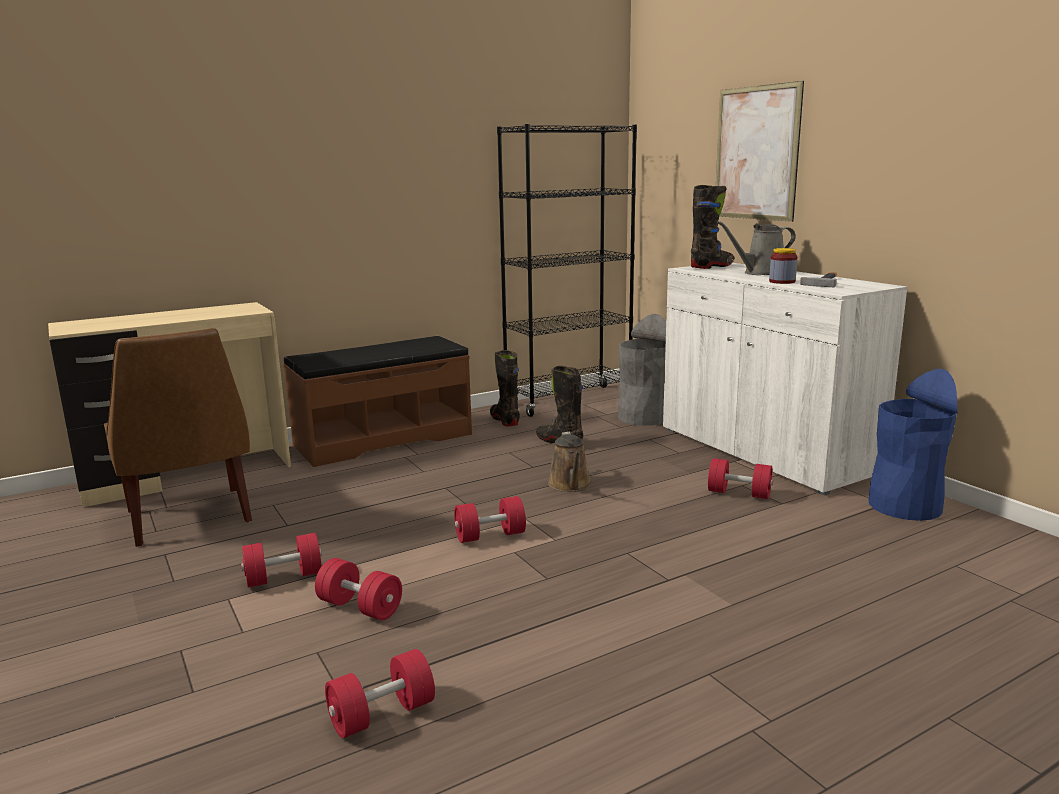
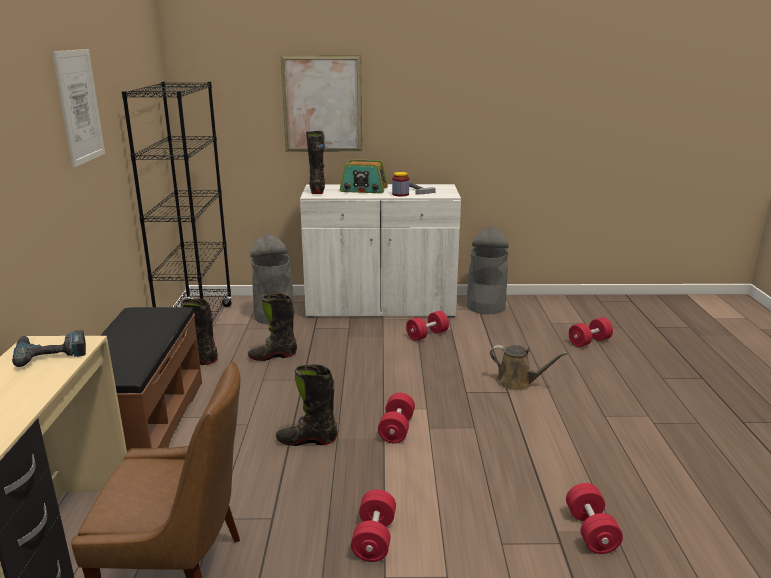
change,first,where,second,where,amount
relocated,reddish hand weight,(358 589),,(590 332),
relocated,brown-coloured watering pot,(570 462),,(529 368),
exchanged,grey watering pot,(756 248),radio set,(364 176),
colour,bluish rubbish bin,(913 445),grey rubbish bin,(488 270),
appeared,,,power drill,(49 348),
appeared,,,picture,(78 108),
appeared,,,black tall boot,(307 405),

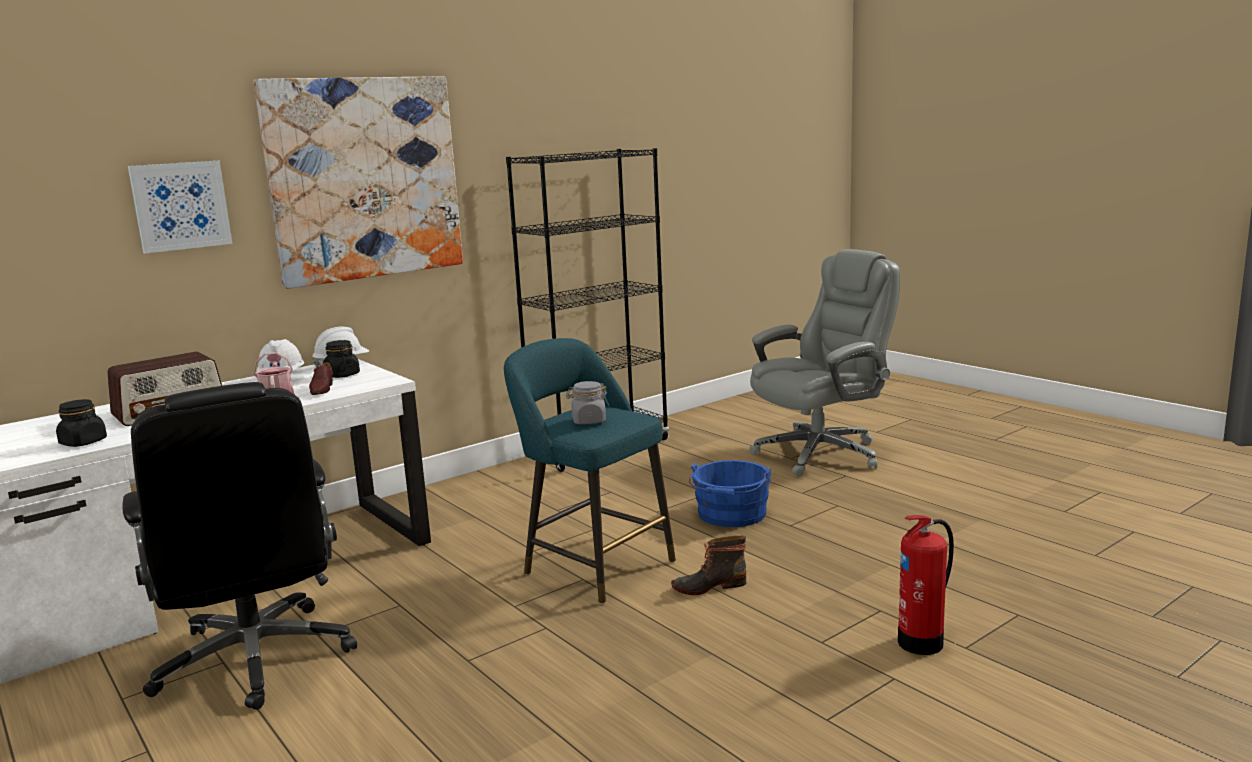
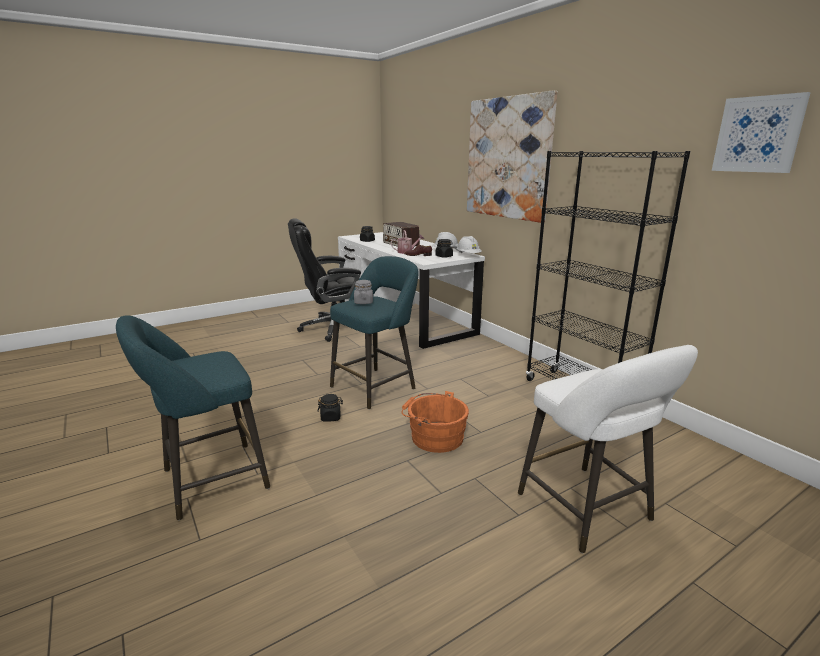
change,first,where,second,where,amount
relocated,picture,(180 207),,(761 132),
exchanged,tall boot,(708 565),black jar,(330 408),
colour,bluish water bucket,(730 493),orange water bucket,(435 422),
exchanged,grey computer chair,(824 363),white-coloured stool seat,(608 449),
exchanged,extinguisher,(926 585),blue-green stool seat,(193 417),

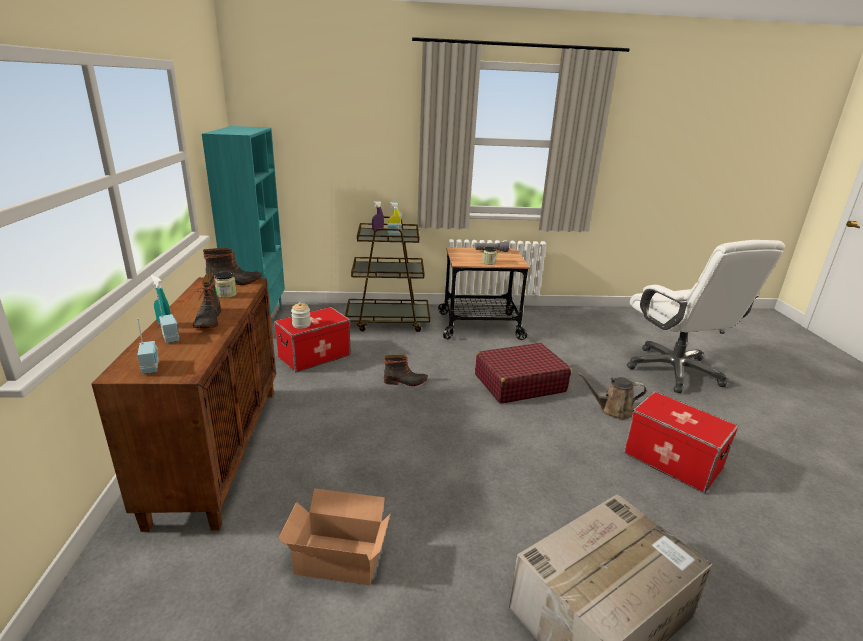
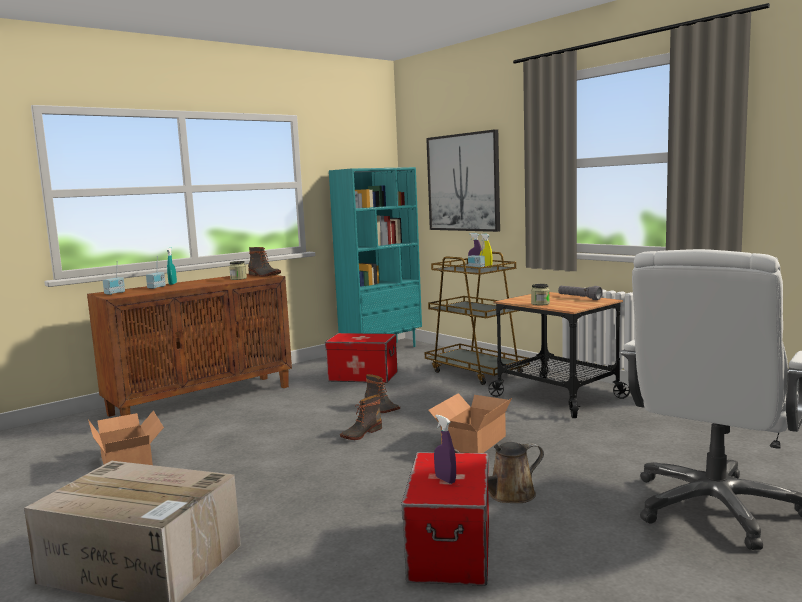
change,first,where,second,where,amount
relocated,tall boot,(207 300),,(361 417),
missing,jar,(301 315),,,
exchanged,reddish travel case,(523 373),carton,(470 423),
spun,brown-coloured watering pot,(612 396),,(499 472),75 degrees counterclockwise
appeared,,,picture,(463 180),
appeared,,,purple sprayer,(445 449),

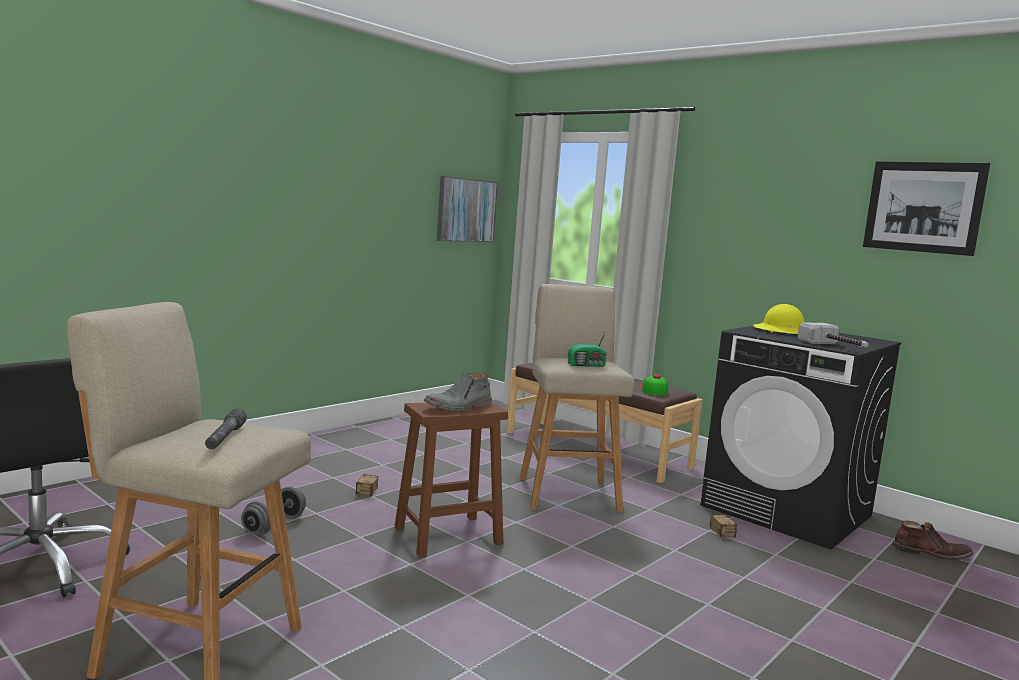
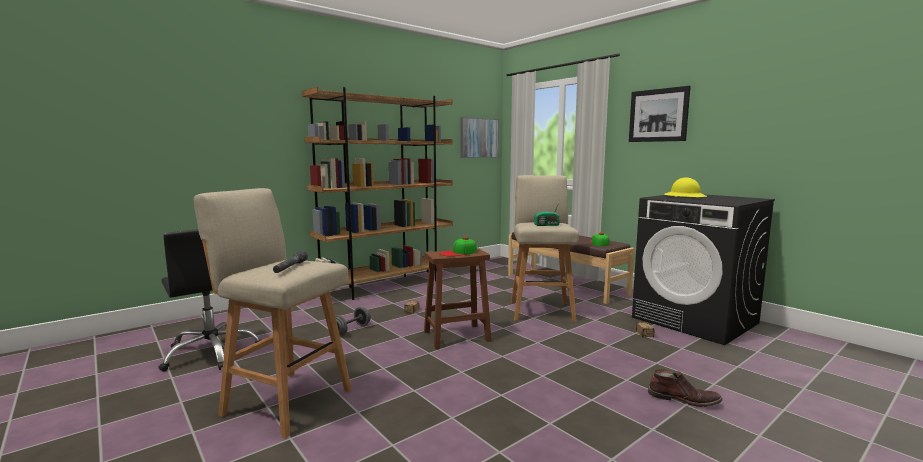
change,first,where,second,where,amount
exchanged,grey tall boot,(458 391),peaked cap,(458 246),
missing,hand hammer,(833 335),,,
relocated,picture,(926 208),,(660 114),
relocated,brown-coloured tall boot,(933 540),,(685 388),
appeared,,,brown-coloured bookshelf,(377 193),

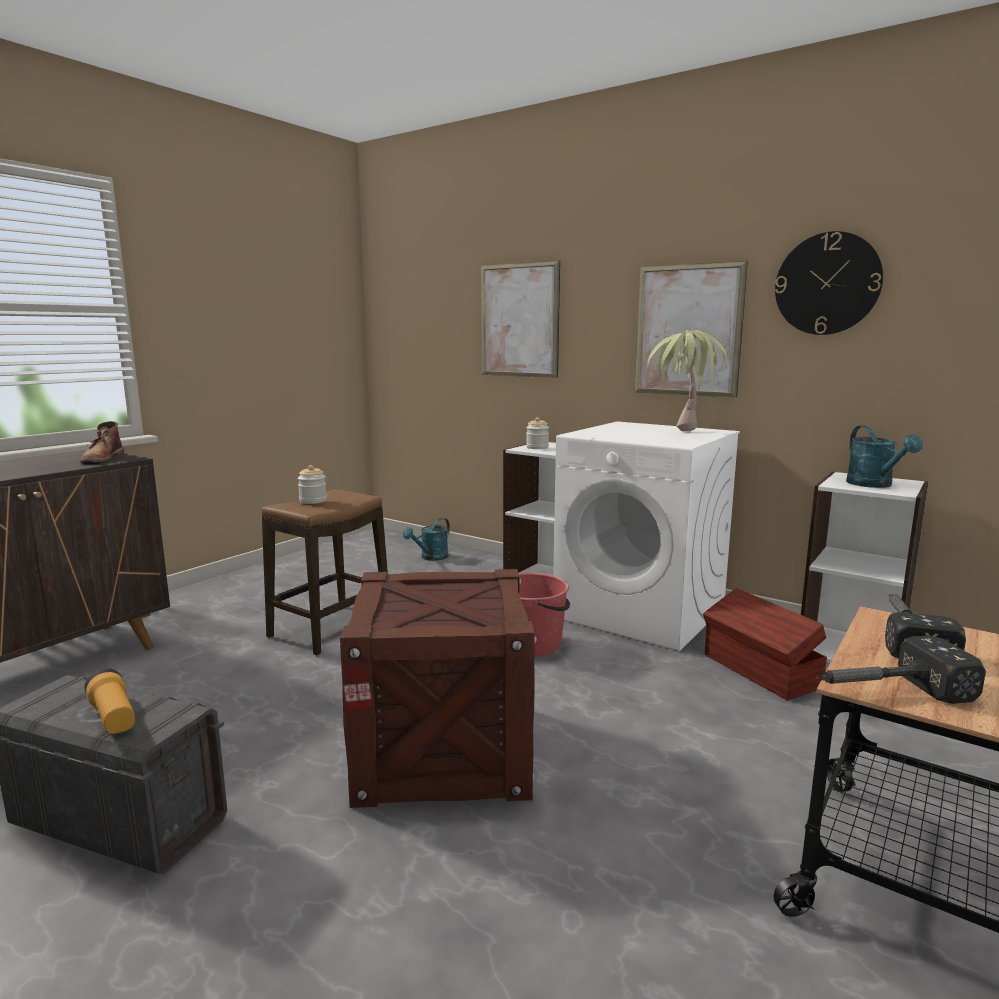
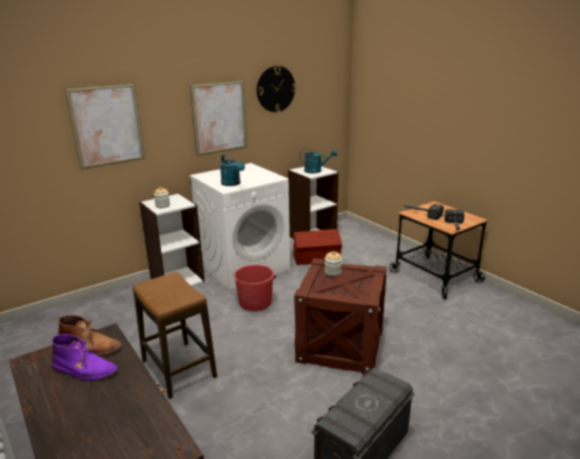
change,first,where,second,where,amount
missing,torch,(109 701),,,
relocated,jar,(312 484),,(333 263),
relocated,blue-green watering pot,(426 539),,(232 170),
missing,houseplant,(687 380),,,
appeared,,,purple tall boot,(85 357),

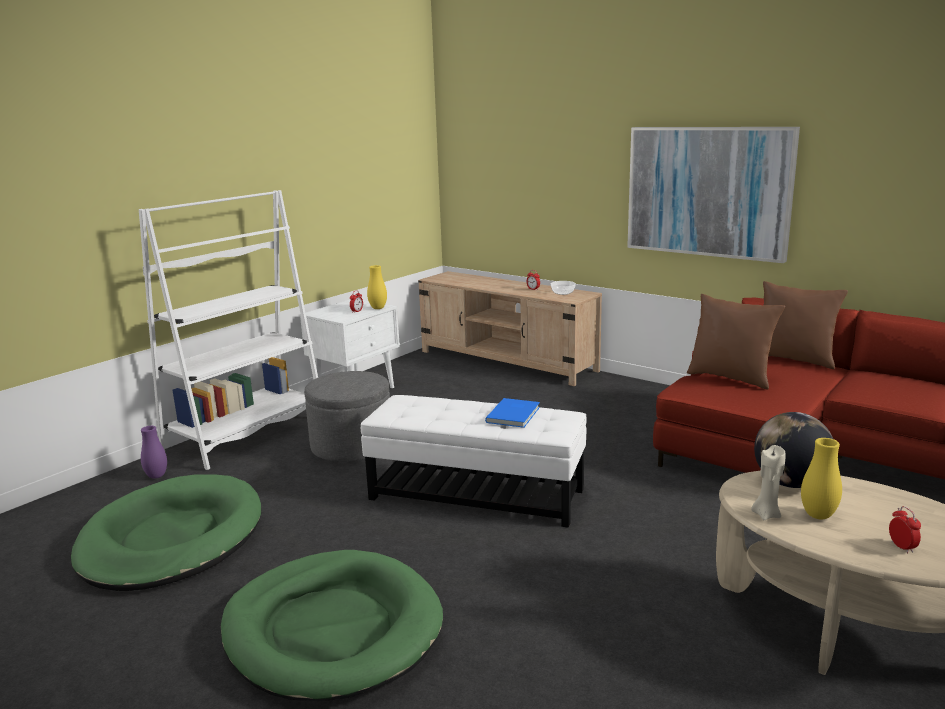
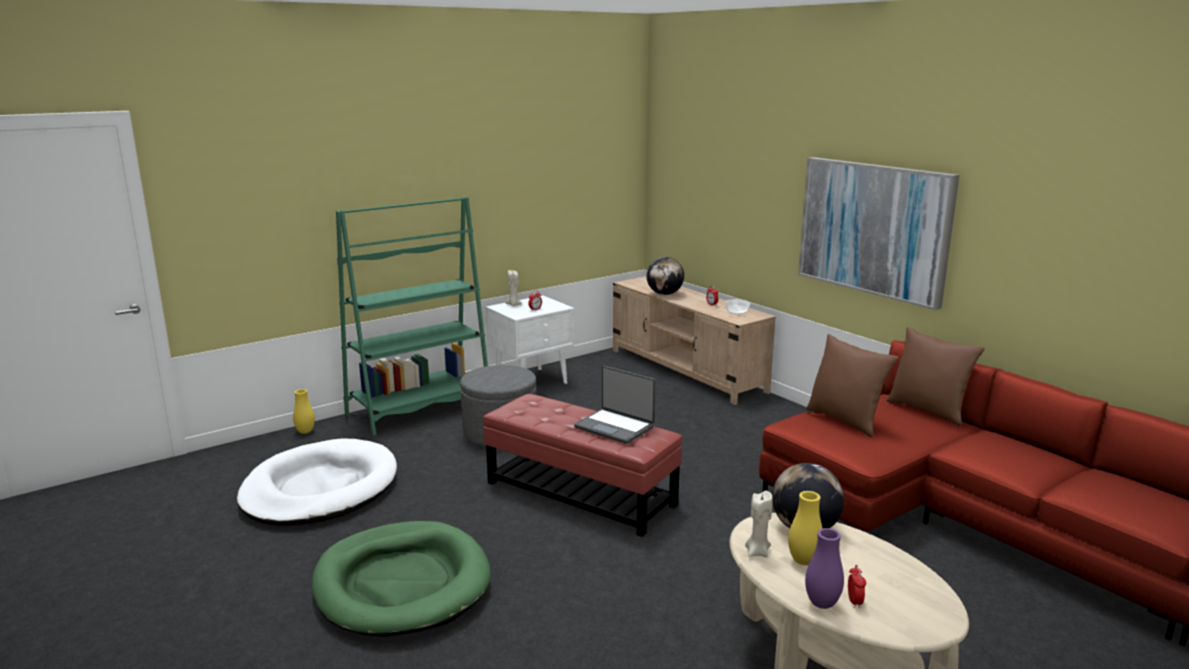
change,first,where,second,where,amount
colour,green-coloured pet bed,(166 532),white-coloured pet bed,(317 482),
colour,white-coloured bookshelf,(228 330),green-coloured bookshelf,(412 316),
relocated,purple vase,(154 452),,(824 568),
colour,white-coloured pouffe,(474 461),reddish pouffe,(582 465),
relocated,yellow vase,(377 287),,(304 411),
exchanged,bluish bound book,(512 413),portable computer,(615 405),
appeared,,,sand-coloured wax candle,(513 288),
appeared,,,world globe,(665 276),

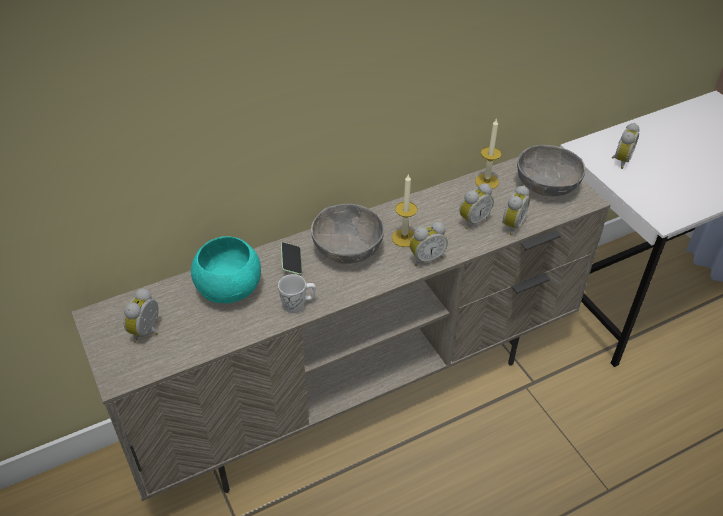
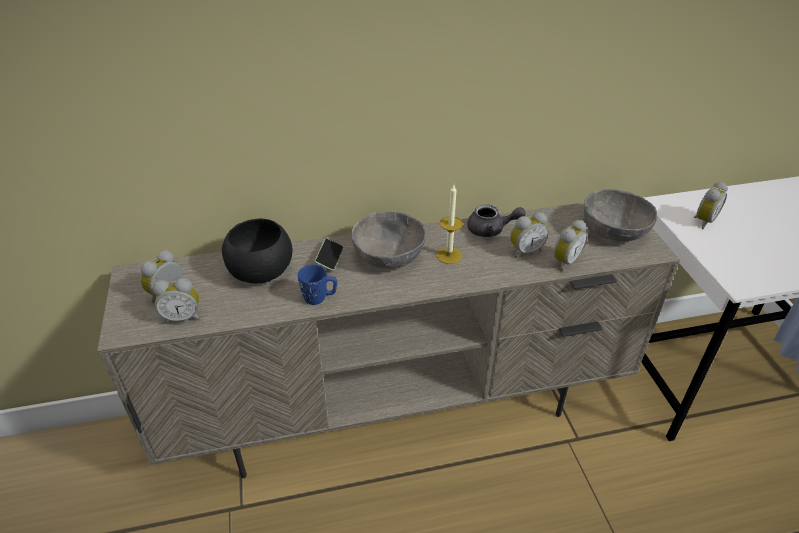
change,first,where,second,where,amount
colour,blue-green bowl,(226 269),black bowl,(257 251),
colour,white-coloured mug,(297 293),bluish mug,(317 284),
relocated,table clock,(429 244),,(176 301),
missing,wax candle,(488 153),,,
appeared,,,grey teapot,(496 220),

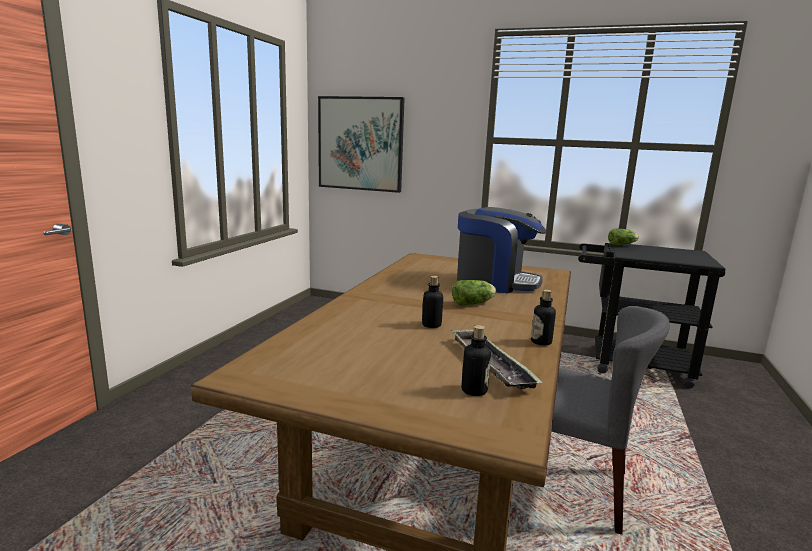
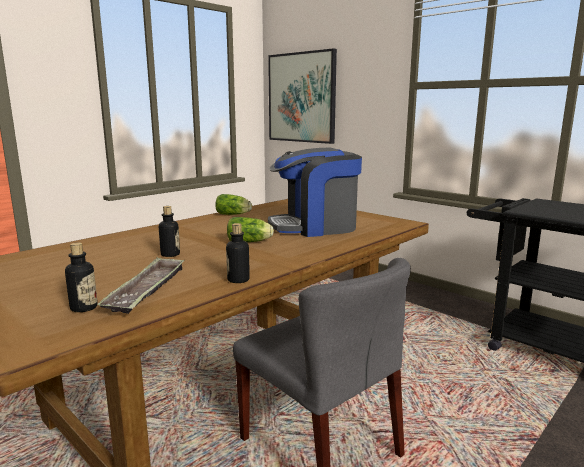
change,first,where,second,where,amount
spun,coffee brewer,(501 250),,(315 192),120 degrees clockwise
relocated,lettuce head,(623 237),,(233 204),

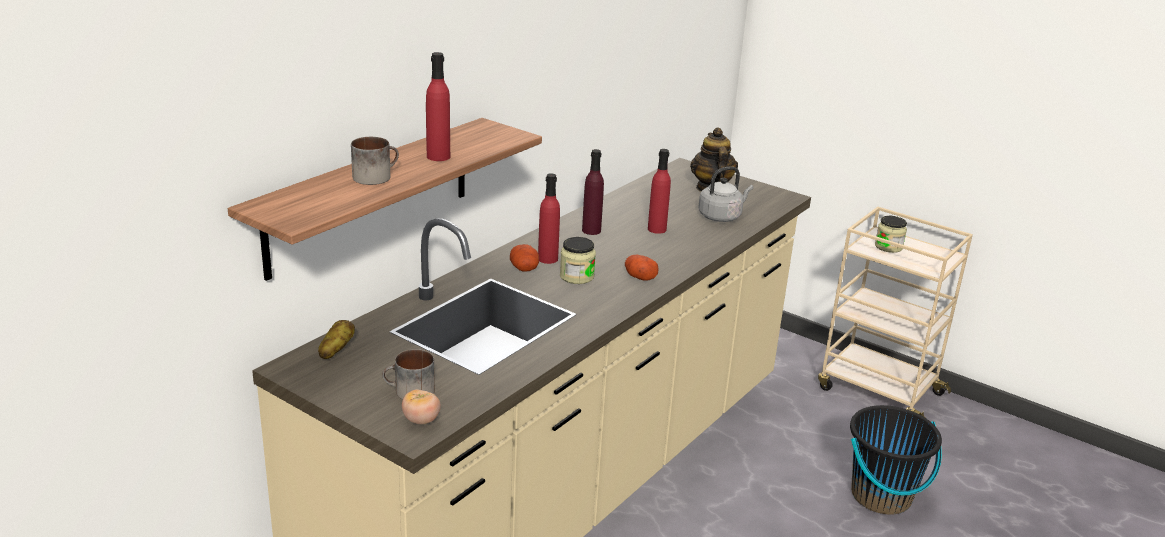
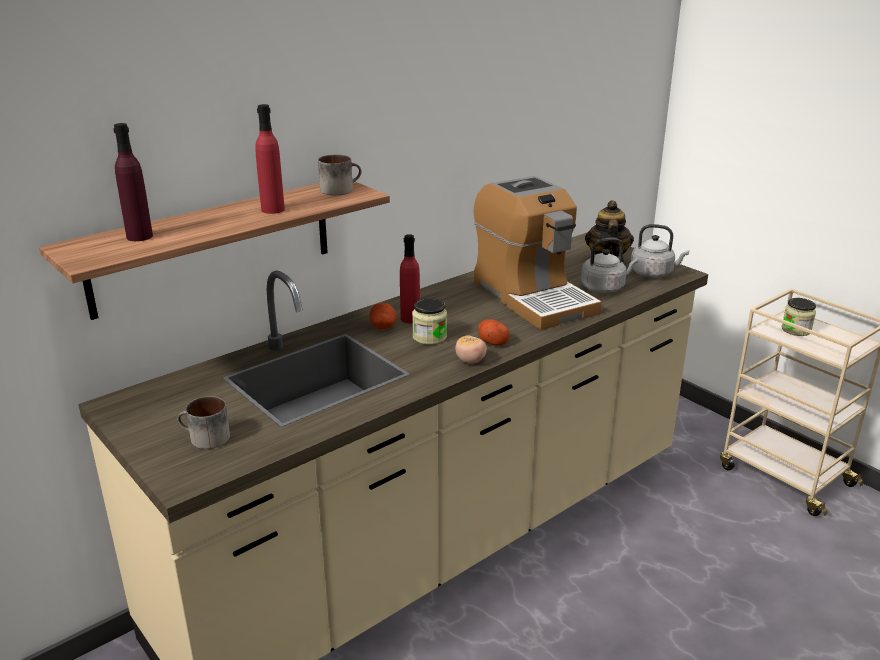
change,first,where,second,where,amount
missing,whole potato,(336 339),,,
relocated,mug,(375 161),,(339 175),
relocated,tomato,(421 406),,(471 349),
relocated,purple drink bottle,(593 192),,(133 182),
exchanged,reddish drink bottle,(659 191),coffee brewer,(538 253),
missing,black water bucket,(896 459),,,
appeared,,,grey kettle,(660 251),

